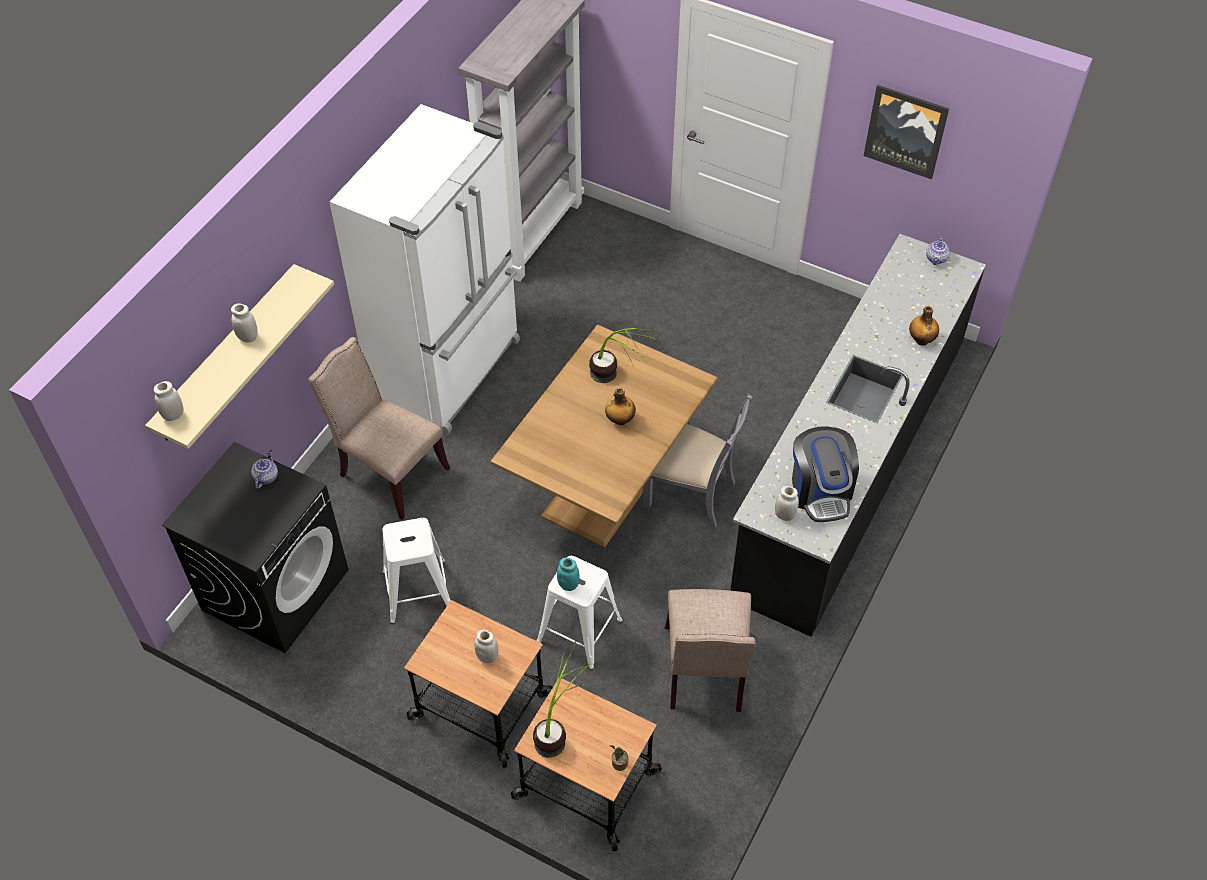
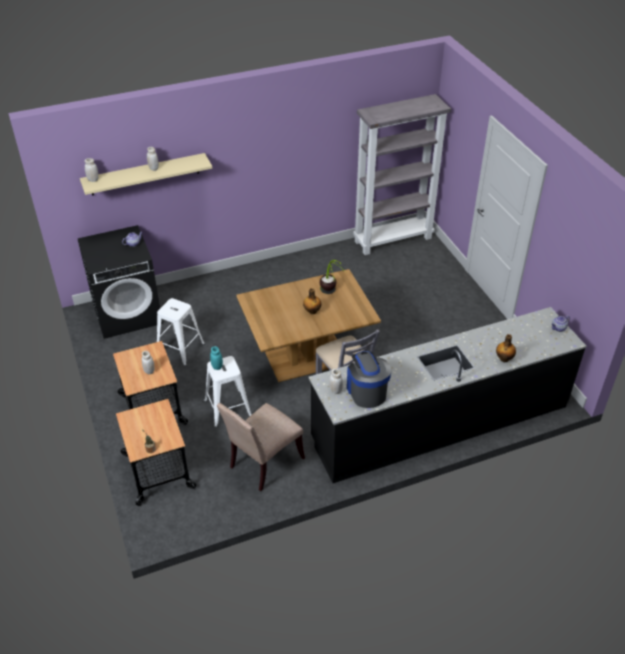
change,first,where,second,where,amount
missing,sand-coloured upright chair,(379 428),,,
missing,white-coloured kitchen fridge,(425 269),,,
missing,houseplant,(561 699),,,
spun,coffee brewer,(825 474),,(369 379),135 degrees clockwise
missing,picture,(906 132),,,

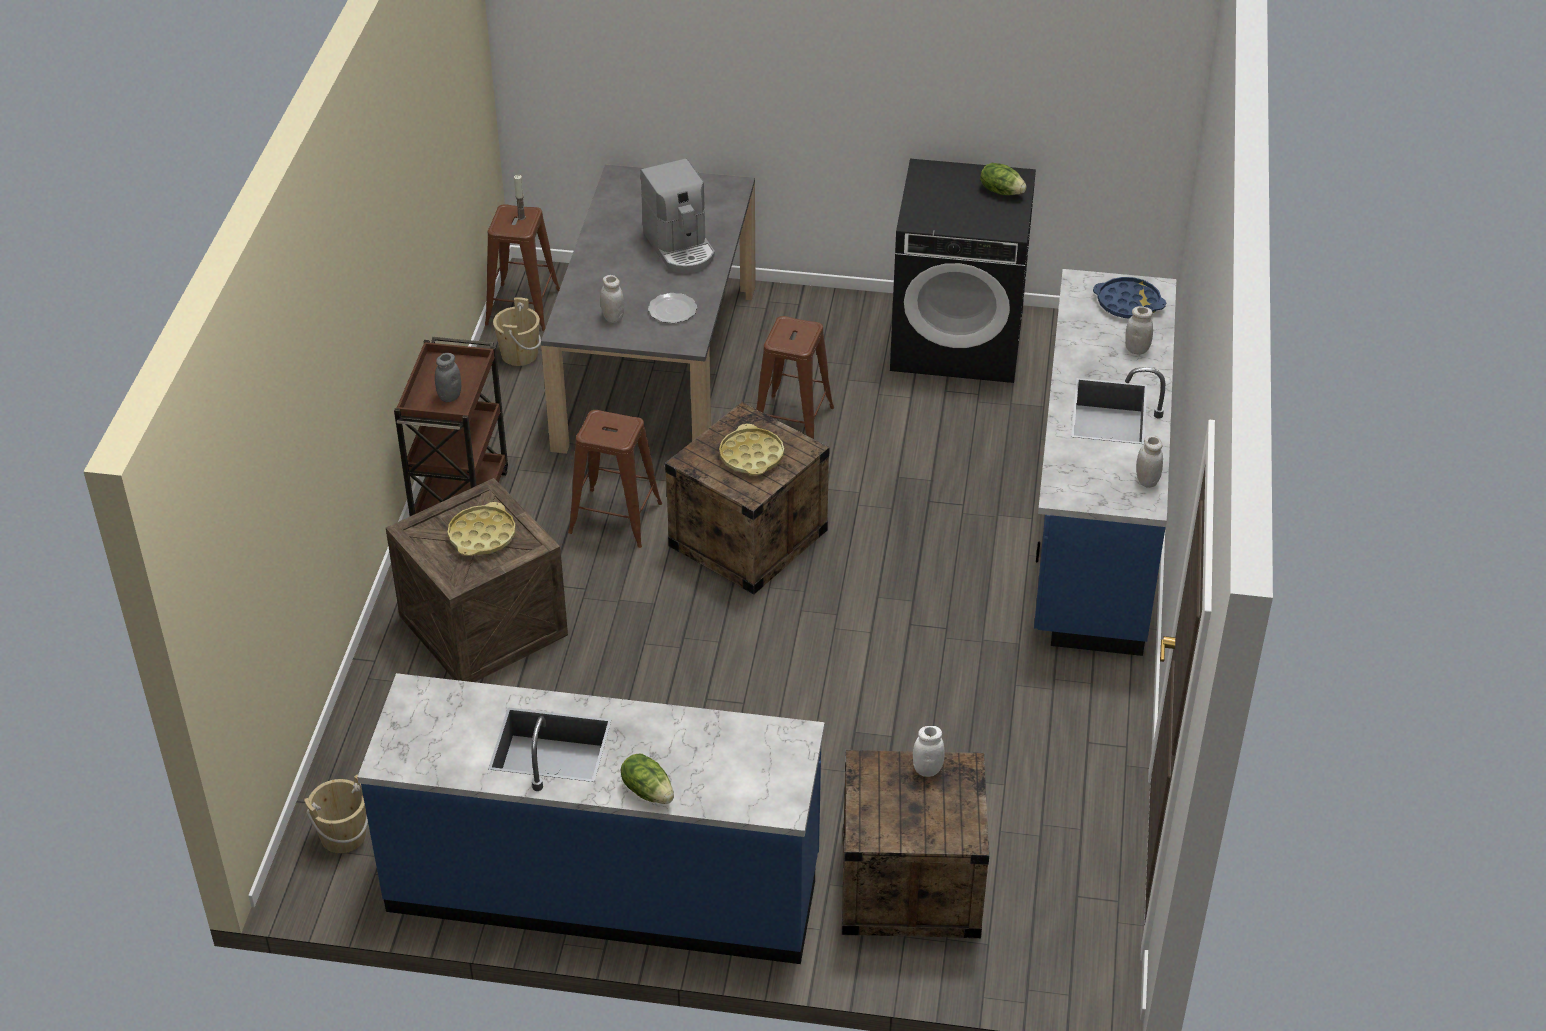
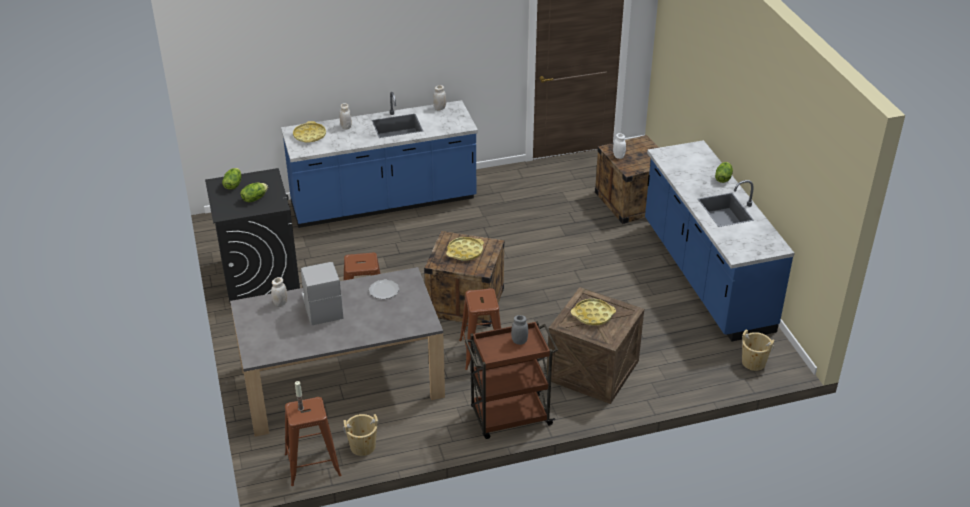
change,first,where,second,where,amount
relocated,white-coloured jar,(612 299),,(279 292),
spun,coffee brewer,(678 215),,(322 293),60 degrees counterclockwise
colour,bluish carrying tray,(1129 297),yellow carrying tray,(309 132),
appeared,,,lettuce head,(254 192),

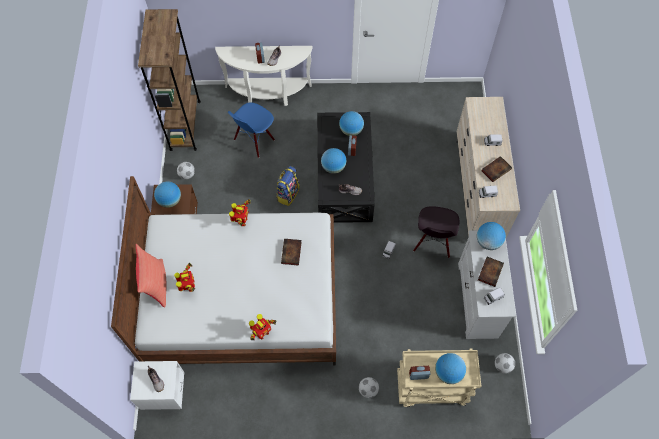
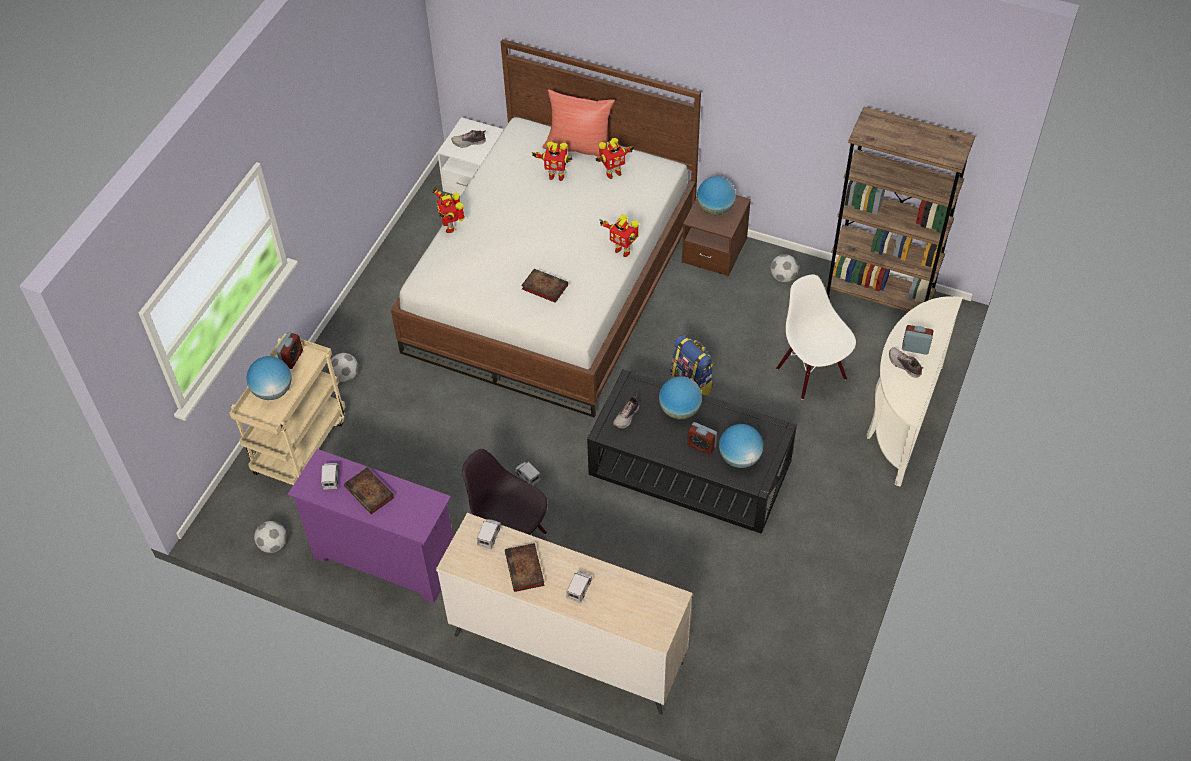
change,first,where,second,where,amount
colour,bluish upright chair,(251 130),white-coloured upright chair,(816 337),
colour,white-coloured dresser,(487 284),purple dresser,(370 526),
missing,world globe,(491 236),,,
appeared,,,model robot,(615 158),

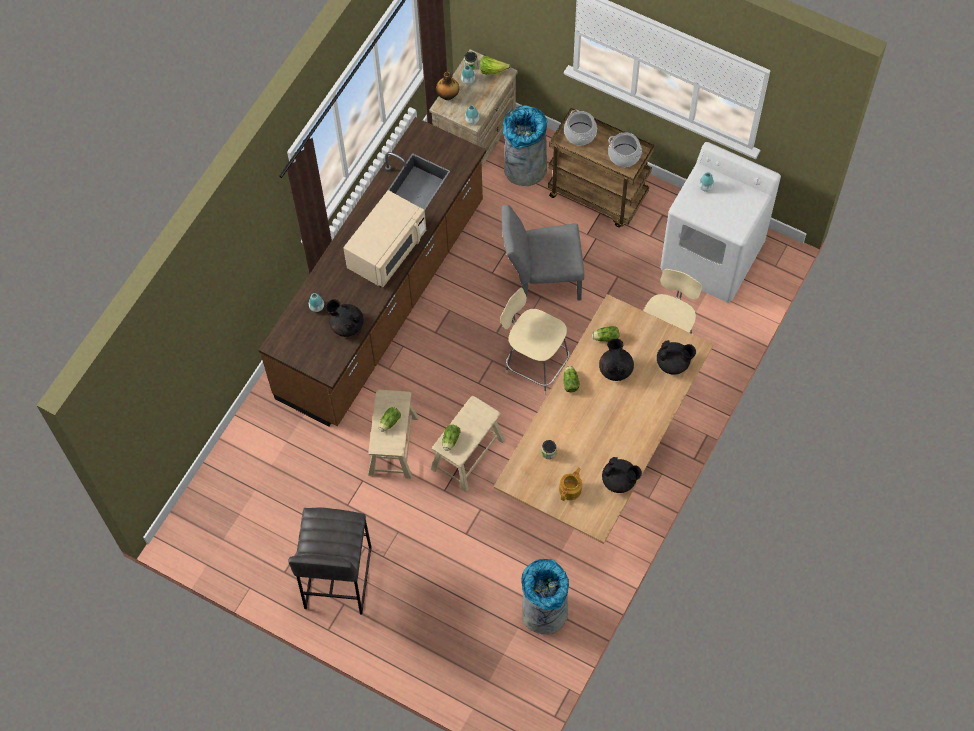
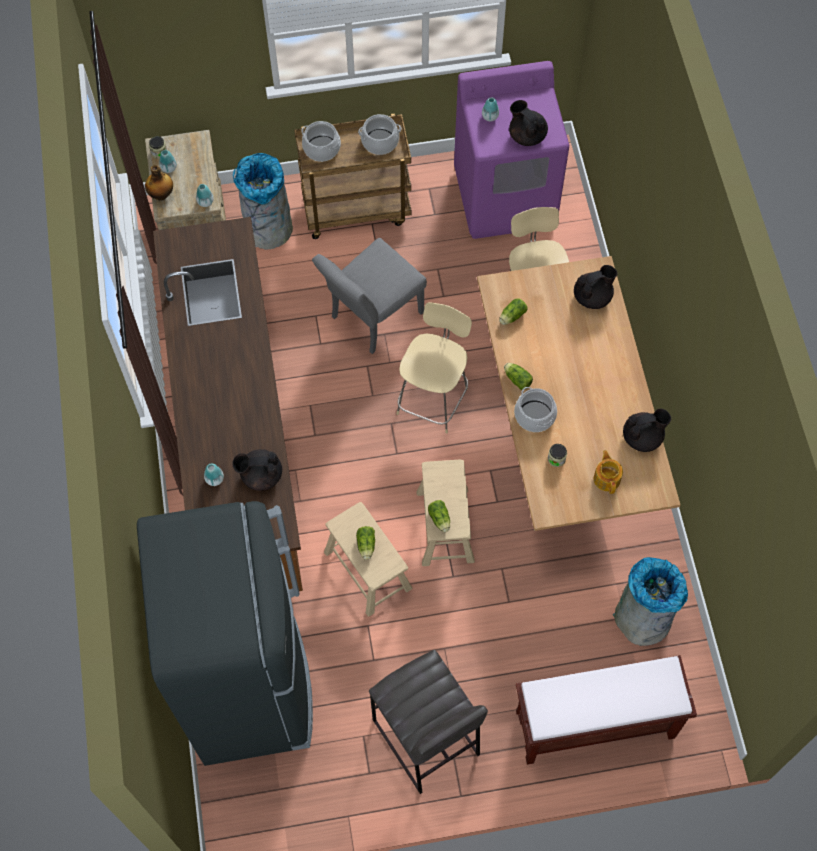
change,first,where,second,where,amount
missing,sand-coloured microwave,(384 238),,,
missing,lettuce head,(495 65),,,
spun,sand-coloured upright chair,(535 341),,(434 368),120 degrees clockwise
relocated,black teapot,(616 360),,(528 123),
colour,white-coloured laundry machine,(720 222),purple laundry machine,(511 150),
appeared,,,black kitchen fridge,(225 633),
appeared,,,saucepot,(535 409),
appeared,,,brown-coloured bench,(606 710),

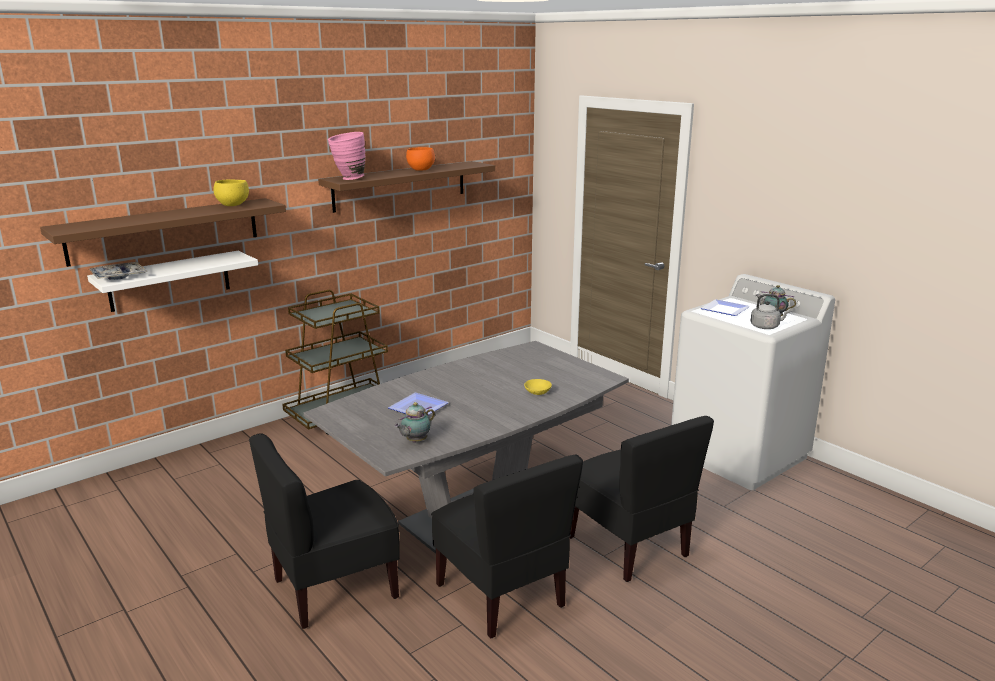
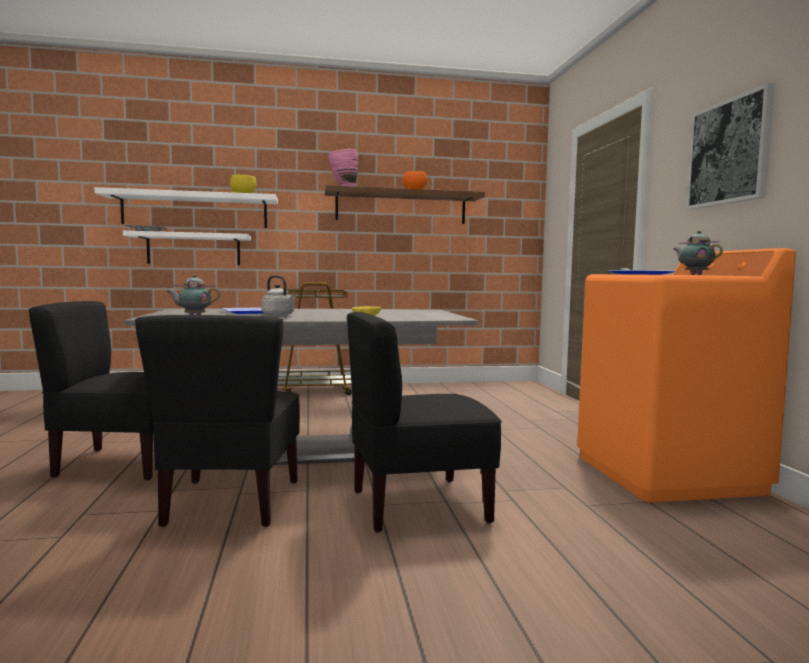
change,first,where,second,where,amount
colour,brown-coloured shelf,(163 232),white-coloured shelf,(186 207),
spun,black upright chair,(642 499),,(424 422),75 degrees clockwise
colour,white-coloured laundry machine,(753 382),orange laundry machine,(686 375),
relocated,grey kettle,(770 311),,(278 295),
appeared,,,picture,(730 146),

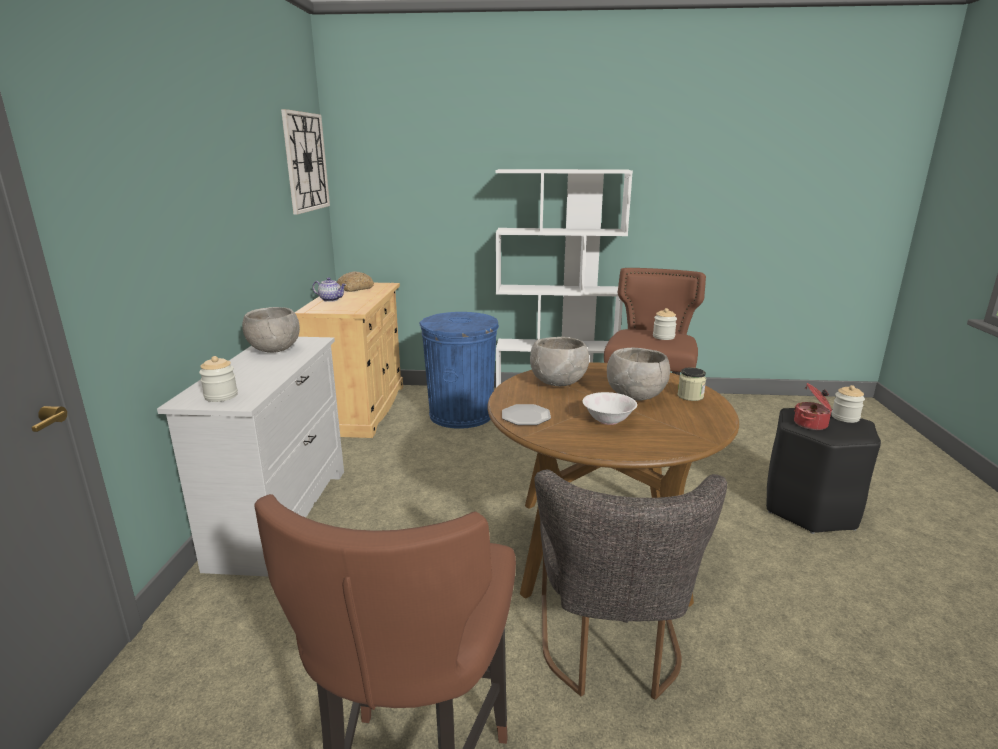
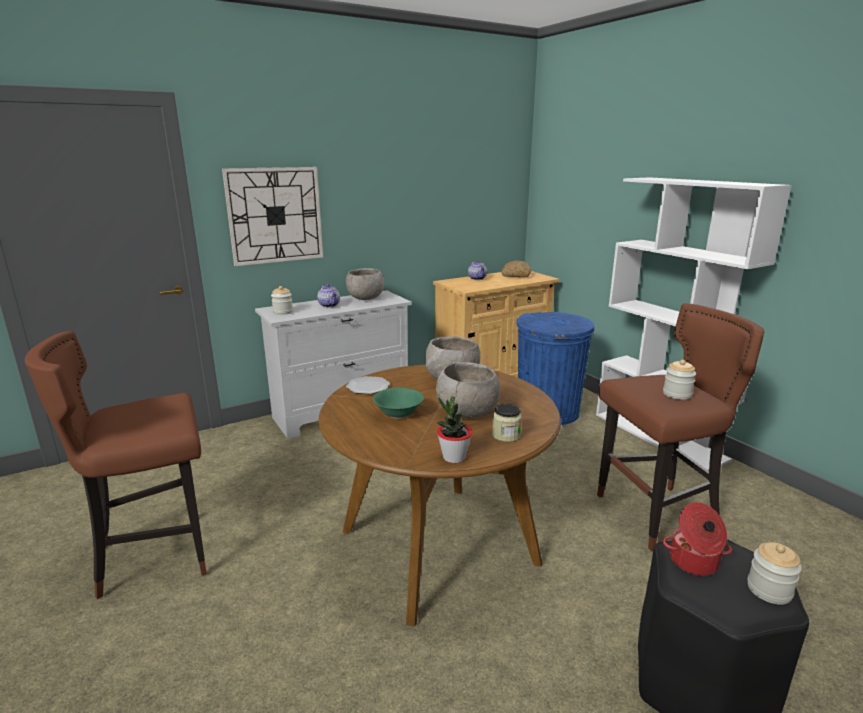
change,first,where,second,where,amount
relocated,wall clock,(305 161),,(272 216),
missing,grey upright chair,(630 585),,,
colour,white-coloured bowl,(609 408),green-coloured bowl,(398 403),
appeared,,,teapot,(328 295),
appeared,,,houseplant,(454 429),

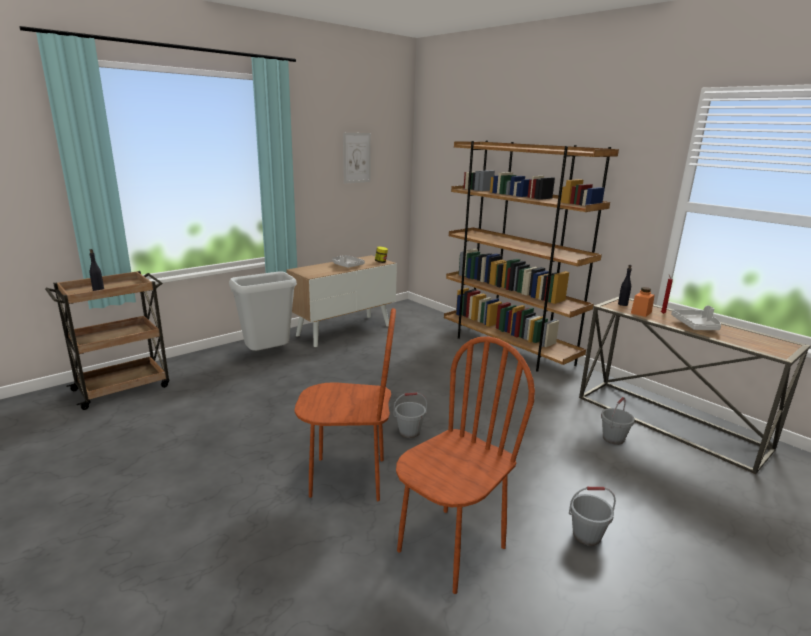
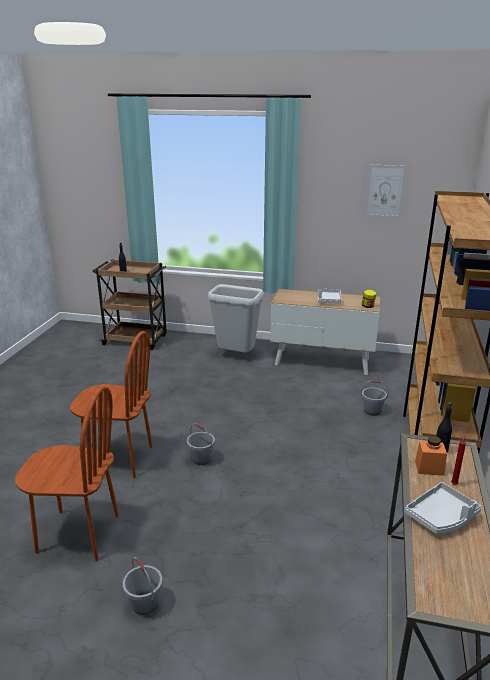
change,first,where,second,where,amount
spun,brown-coloured upright chair,(345 404),,(111 404),45 degrees counterclockwise
relocated,grey water bucket,(618 421),,(374 398),

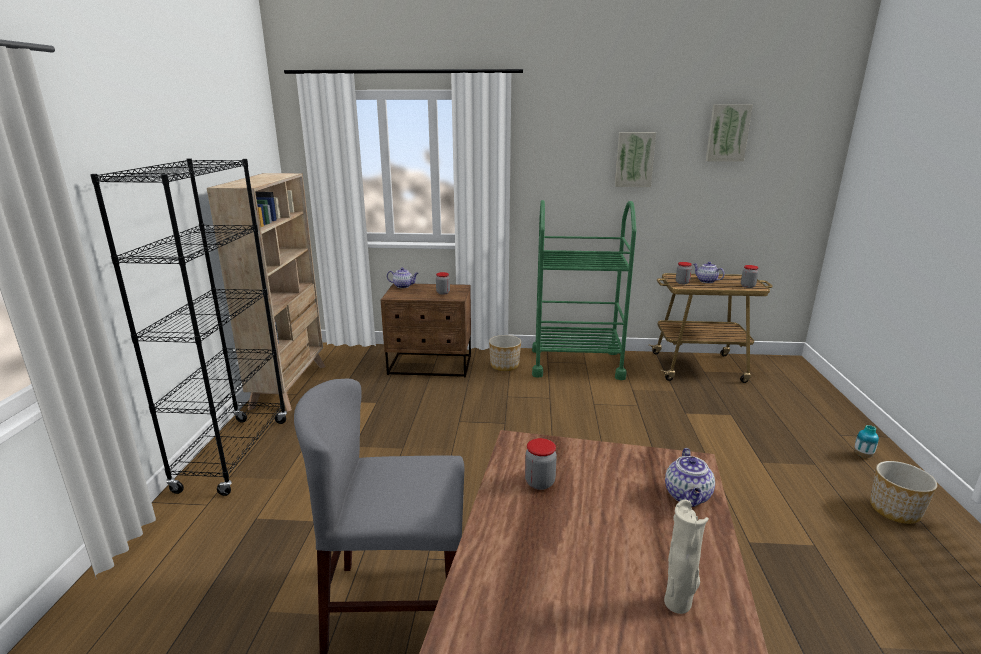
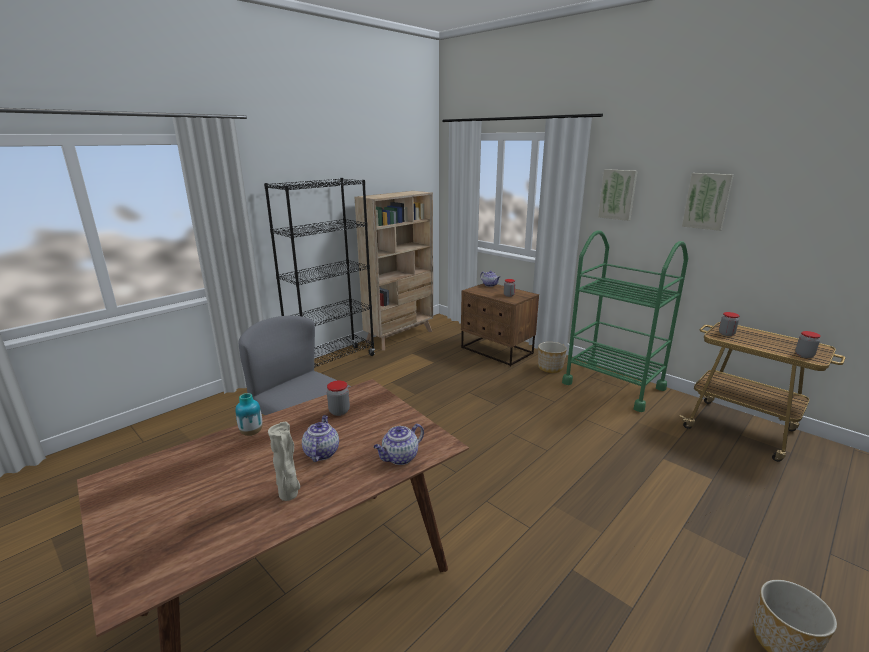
change,first,where,second,where,amount
relocated,teapot,(709 272),,(320 438),
relocated,picture,(729 133),,(617 195),
relocated,vase,(866 441),,(248 414),

